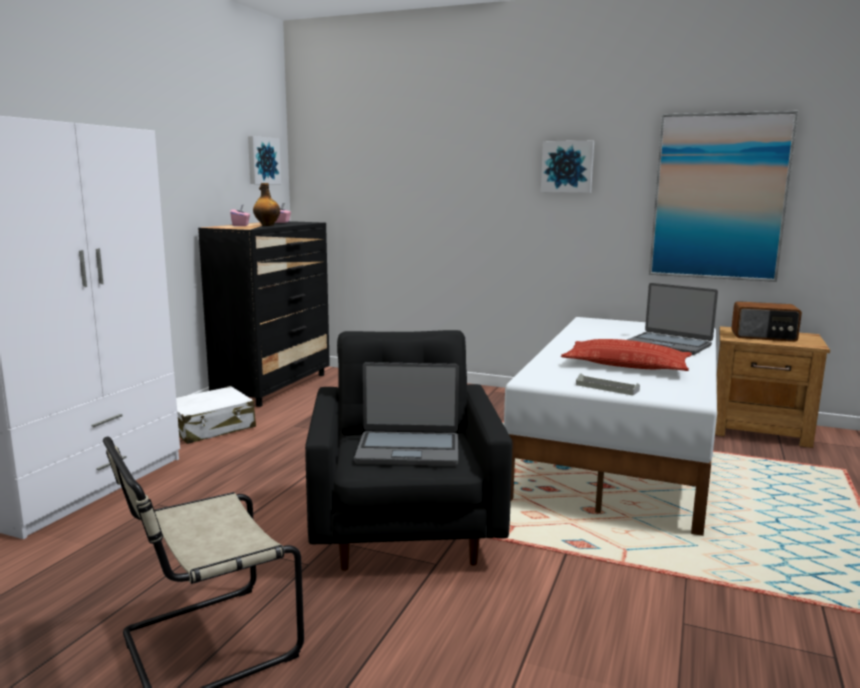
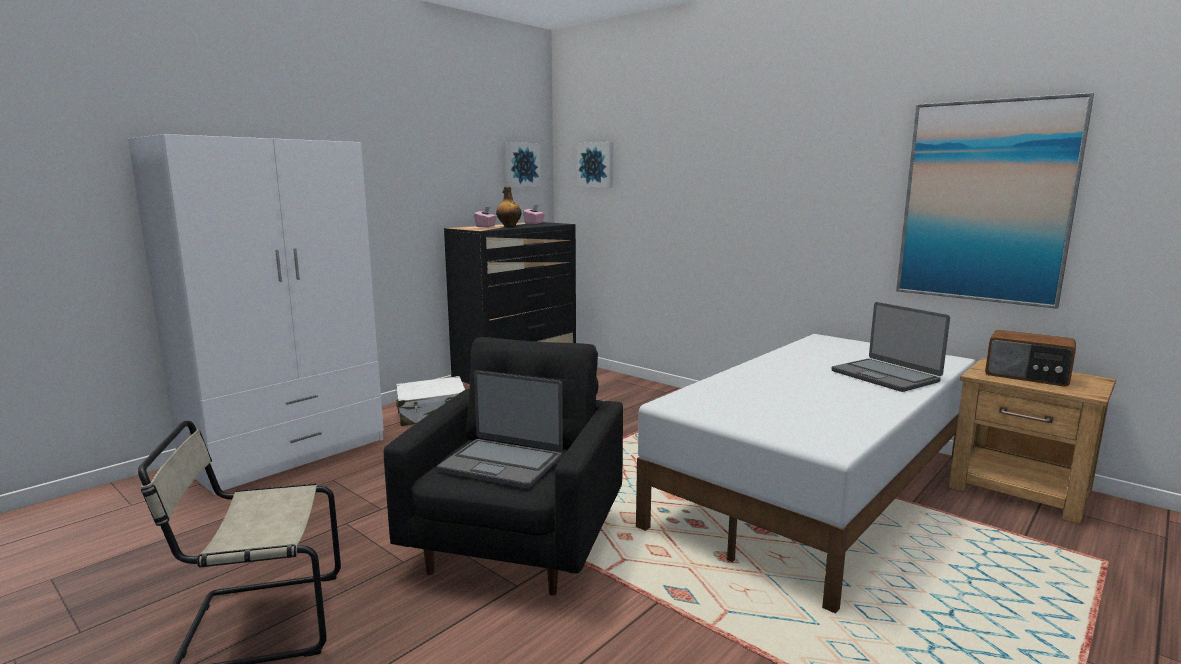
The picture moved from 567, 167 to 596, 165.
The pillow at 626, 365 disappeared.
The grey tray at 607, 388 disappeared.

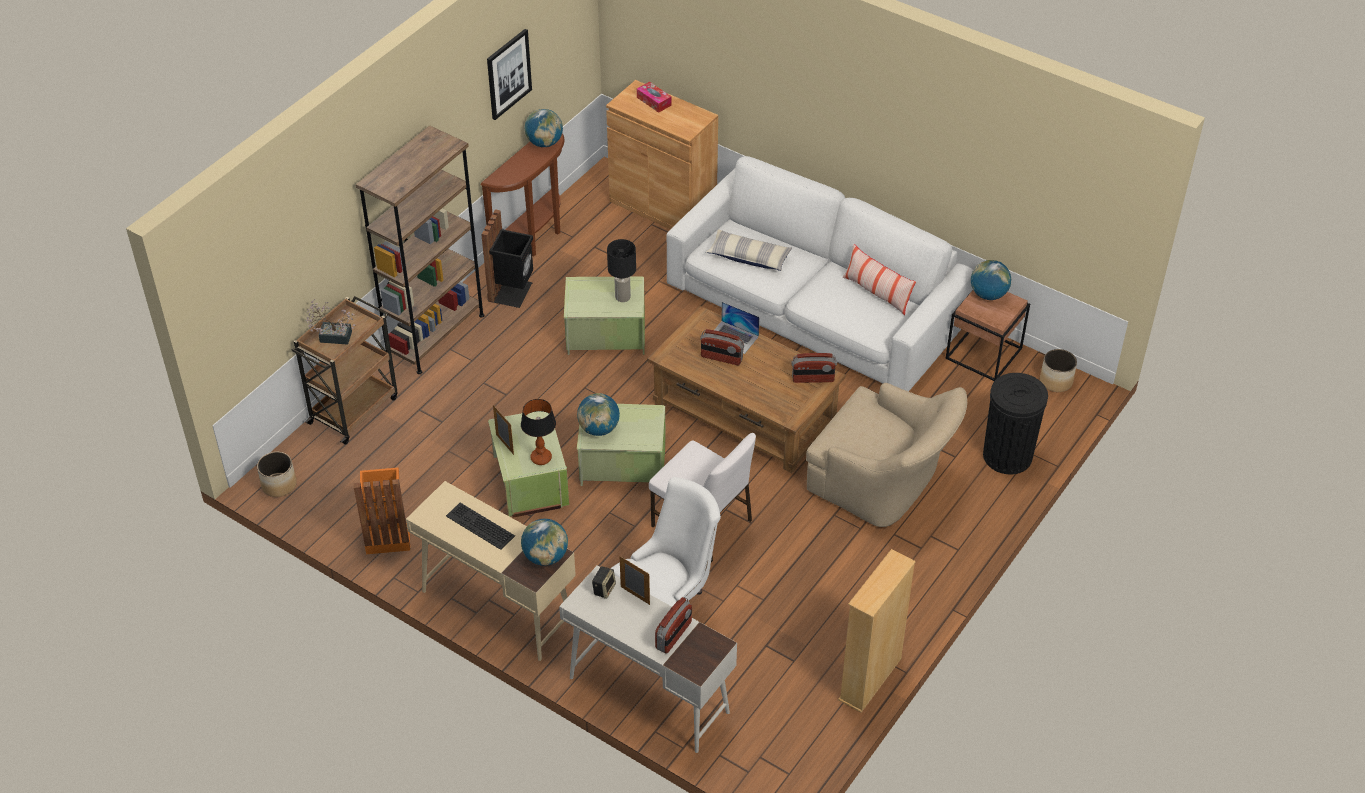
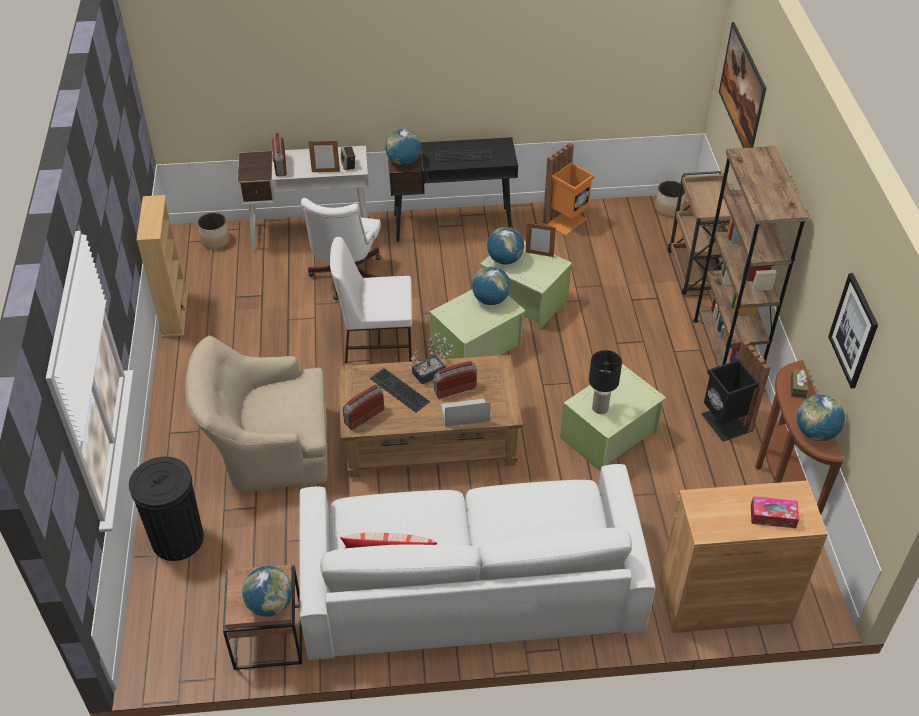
The planter moved from 1055, 381 to 215, 241.
The keyboard at 398, 390 appeared.
The beige desk at 496, 606 became the black desk at 453, 224.
The potted plant moved from 332, 336 to 432, 371.
The table lamp at 540, 458 was replaced by the globe at 505, 260.
The picture at 738, 107 appeared.
The brown tissue box at 798, 387 appeared.
The pillow at 749, 257 disappeared.

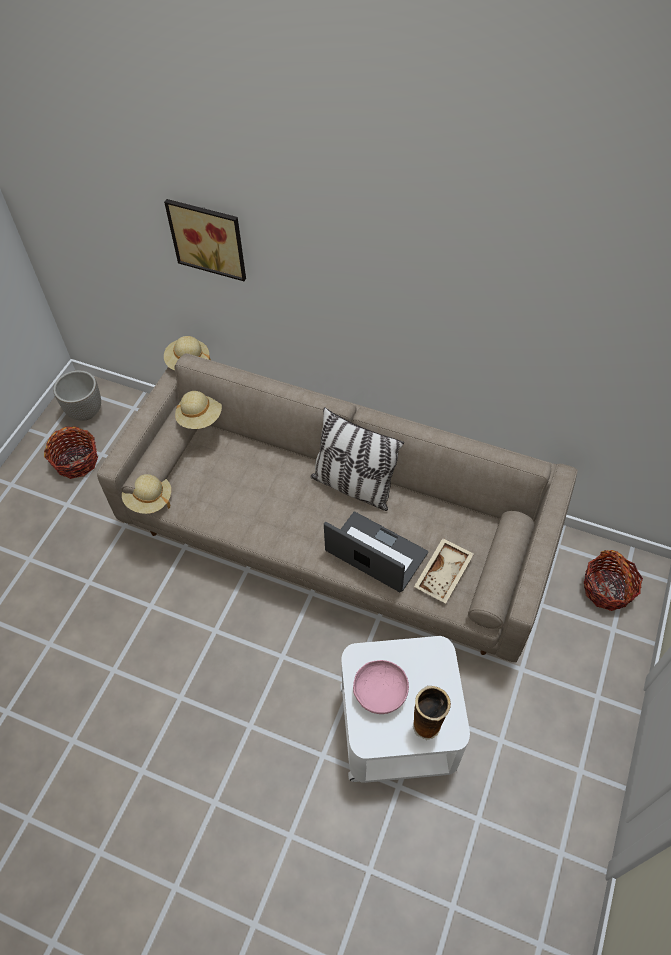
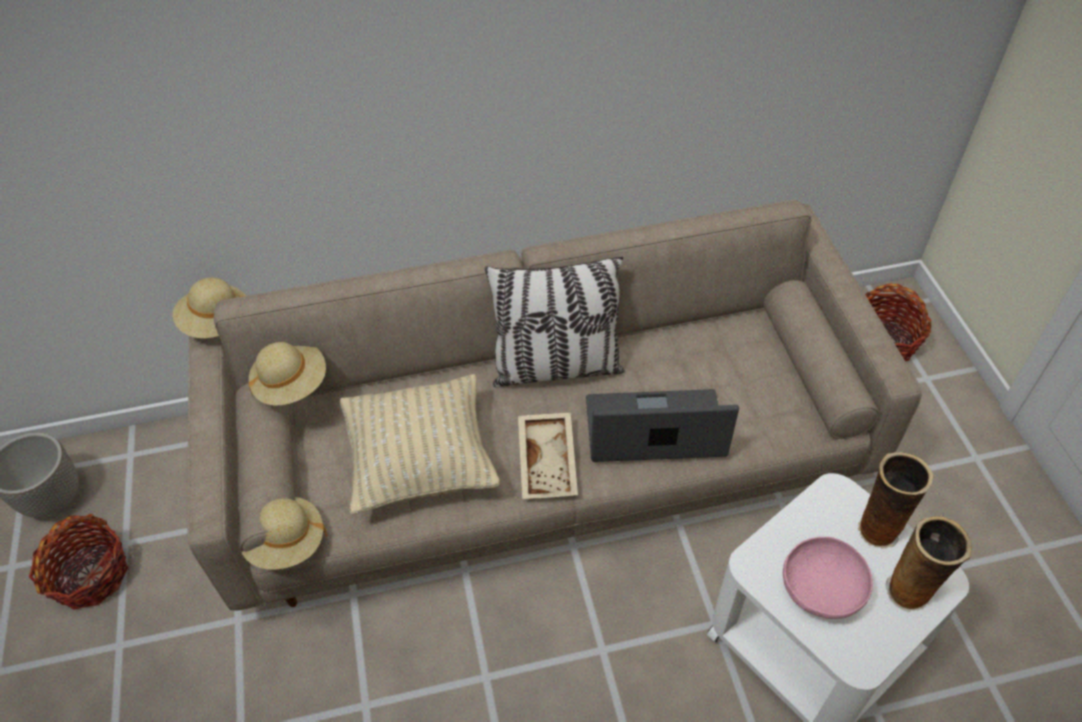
The beige pillow at 421, 463 appeared.
The beige tray moved from 444, 575 to 549, 462.
The vase at 876, 529 appeared.
The picture at 209, 237 disappeared.

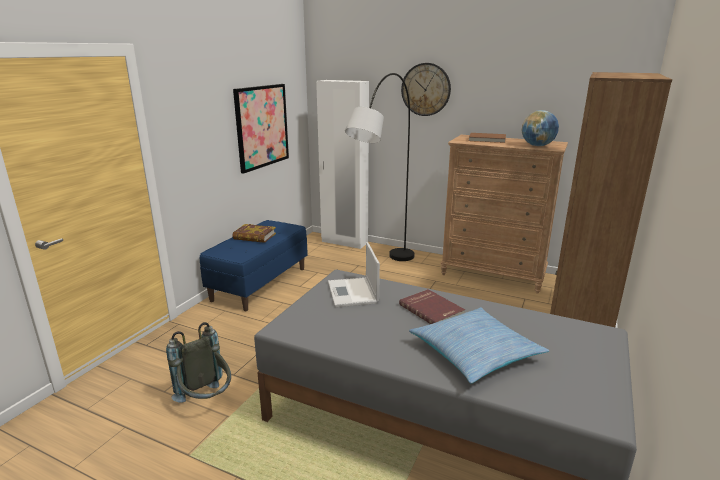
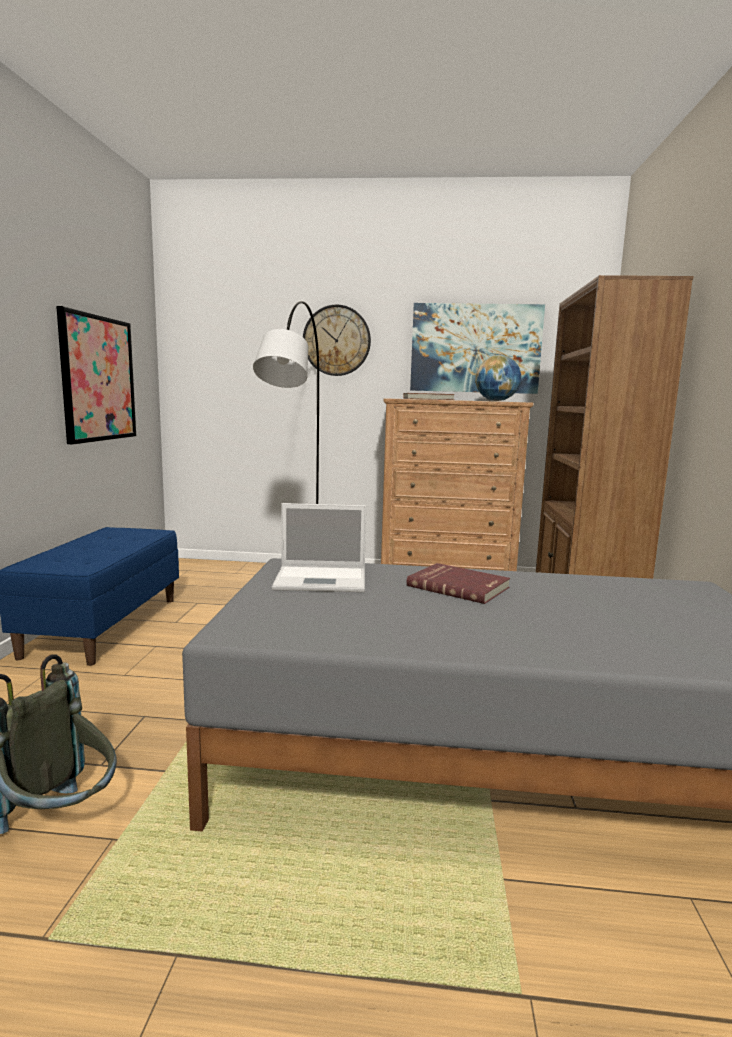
The laptop at 353, 293 turned 60 degrees counterclockwise.
The picture at 475, 348 appeared.
The book at 254, 236 disappeared.
The white wardrobe at 344, 242 disappeared.
The pillow at 475, 353 disappeared.

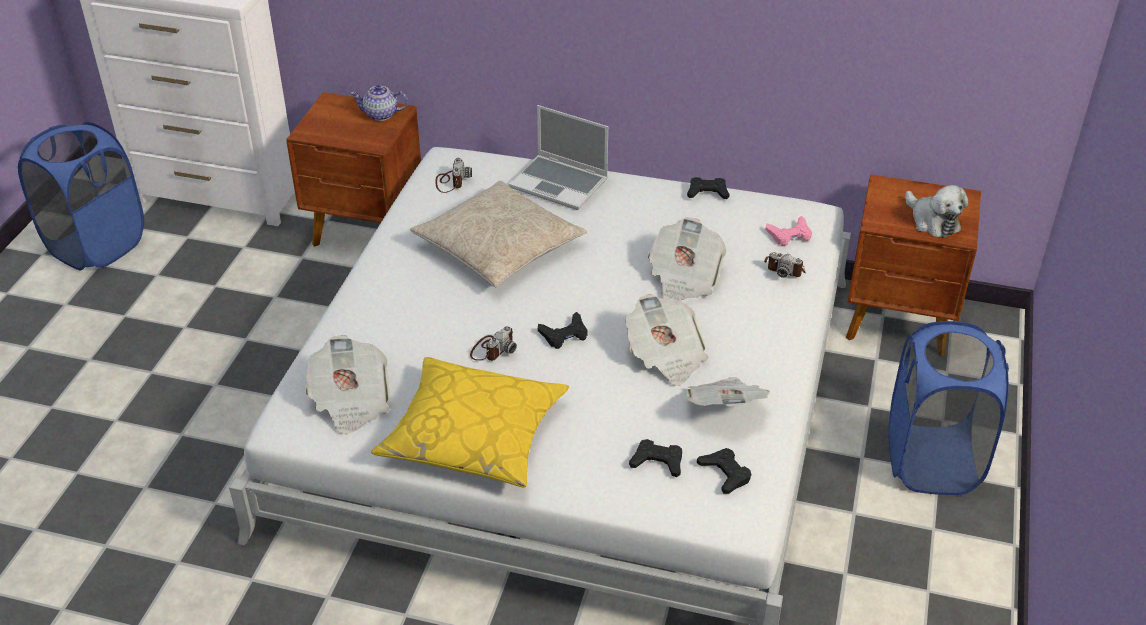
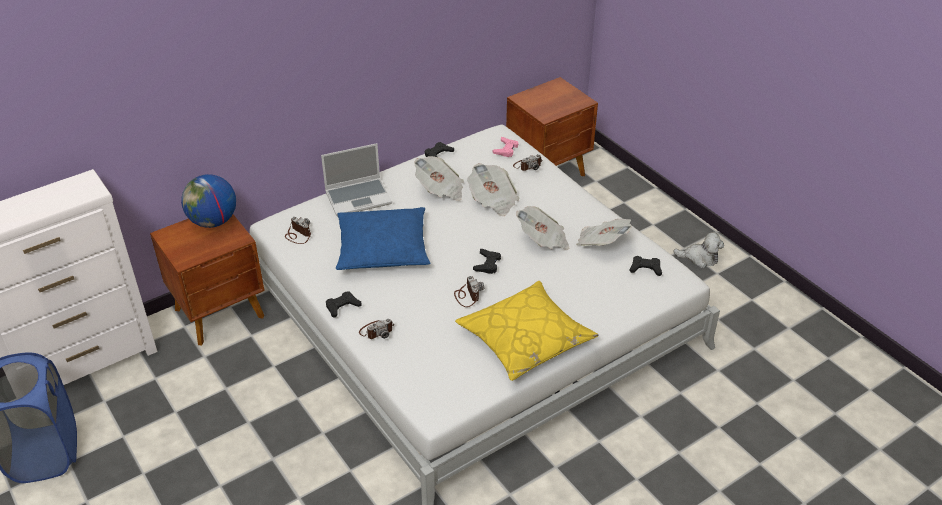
The teapot at 381, 115 was replaced by the globe at 213, 221.
The black game controller moved from 657, 462 to 342, 306.
The beige pillow at 498, 247 became the blue pillow at 382, 248.
The photo camera at 376, 331 appeared.
The newspaper moved from 351, 402 to 440, 190.
The plush toy moved from 932, 221 to 700, 258.
The blue laundry basket at 932, 461 disappeared.

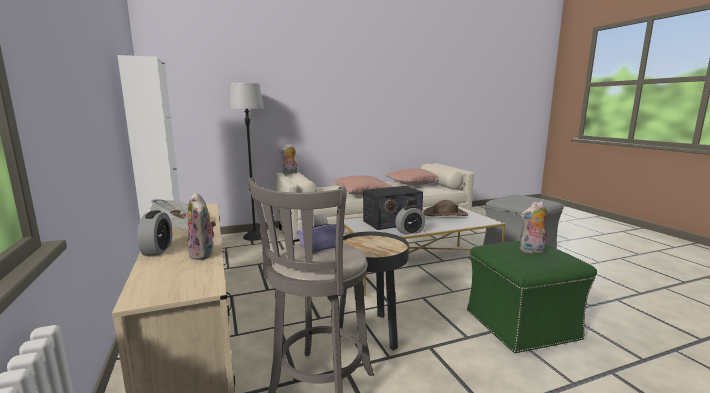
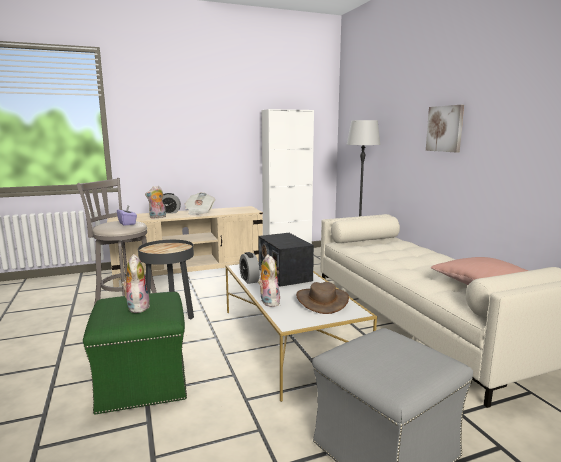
The plush toy moved from 289, 173 to 268, 302.
The picture at 445, 128 appeared.
The pink pillow at 361, 193 disappeared.

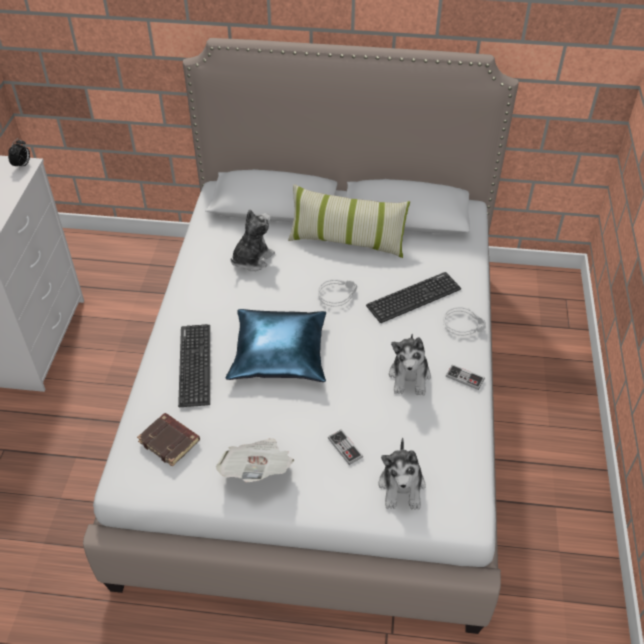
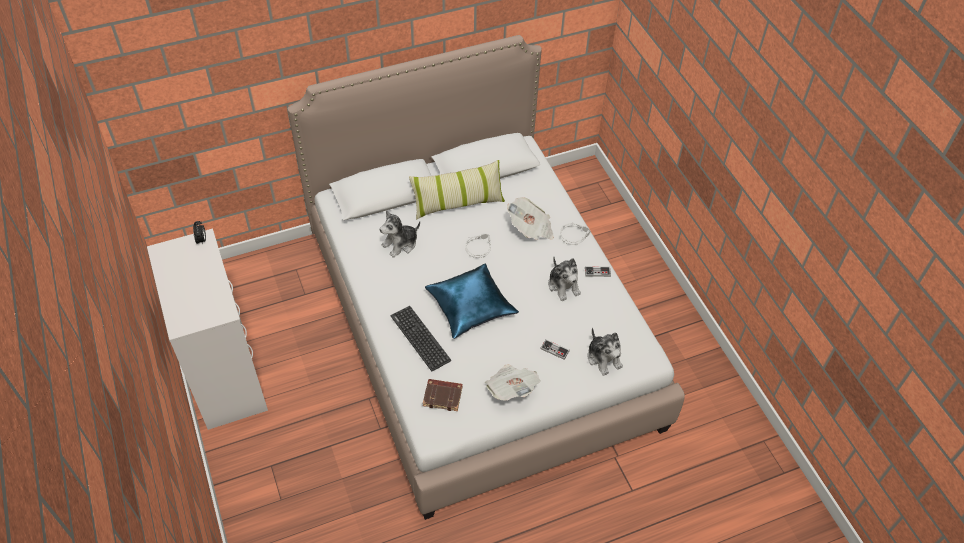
The plush toy at 252, 259 turned 135 degrees counterclockwise.
The keyboard at 413, 297 was replaced by the newspaper at 530, 229.

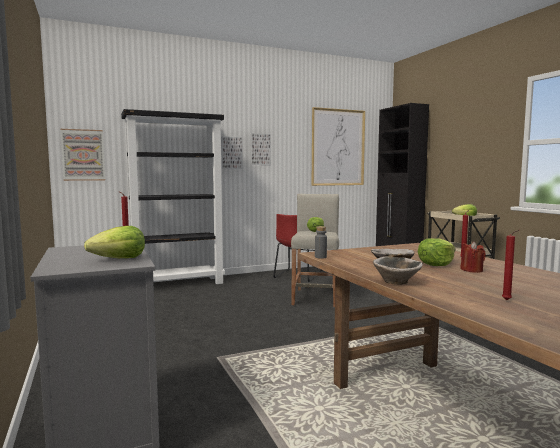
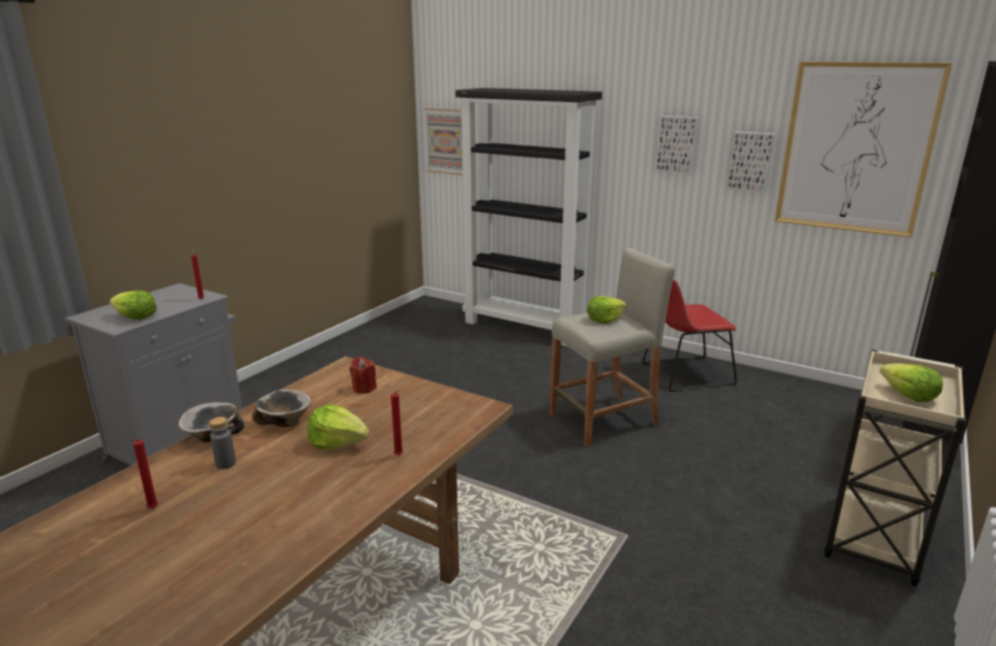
The grey bottle moved from 320, 257 to 225, 464.
The red candle moved from 471, 270 to 364, 388.
The picture moved from 231, 153 to 751, 161.

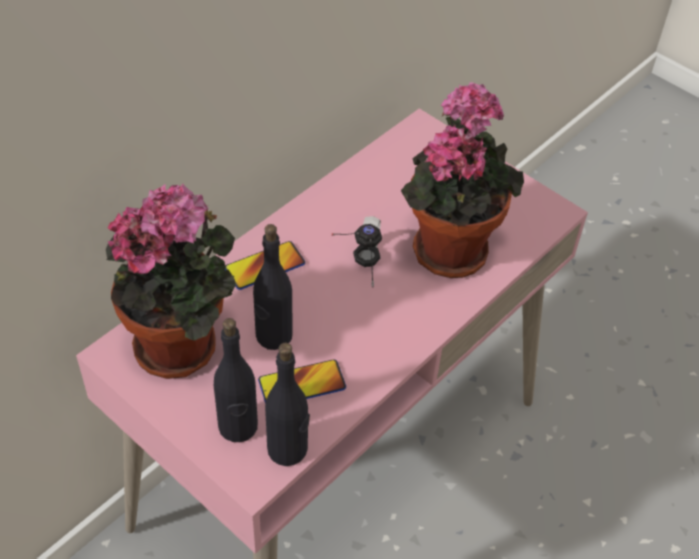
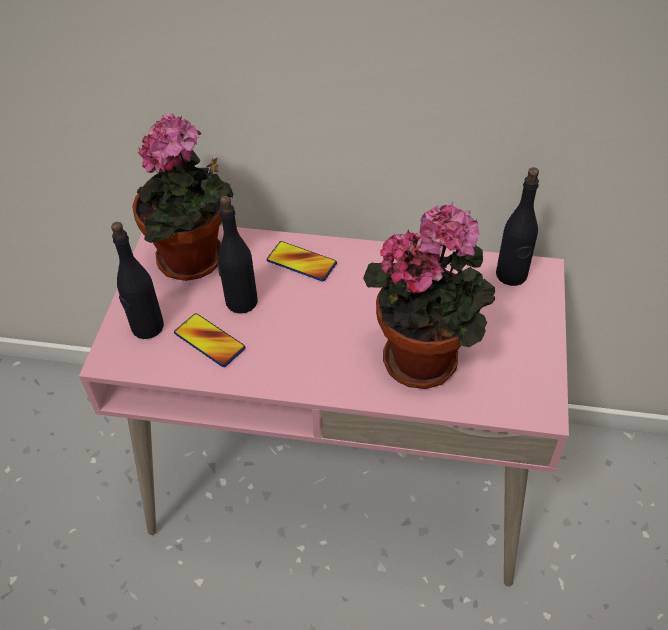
The black bottle moved from 288, 449 to 511, 275.
The headphones at 354, 272 disappeared.

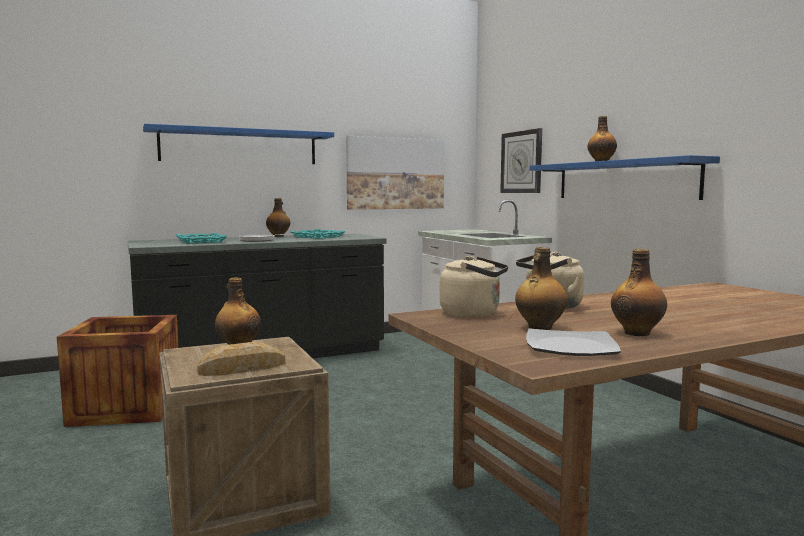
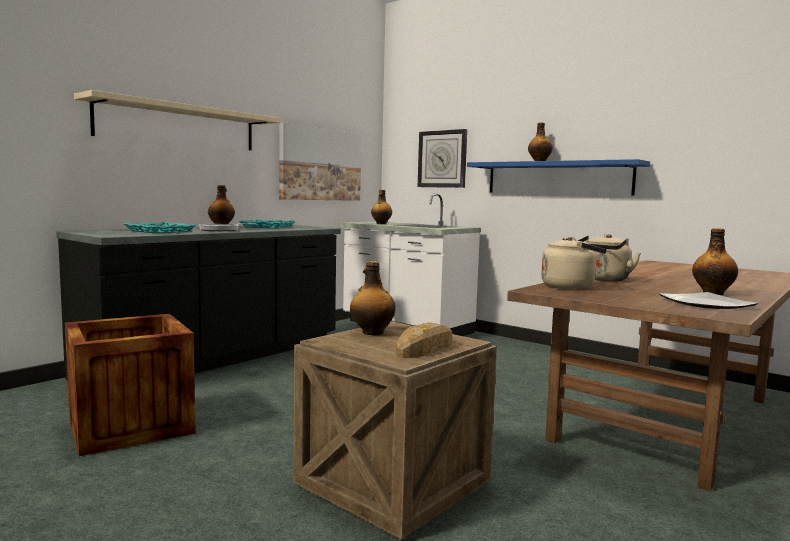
The blue shelf at 240, 147 became the beige shelf at 179, 126.
The bottle moved from 539, 328 to 381, 224.

